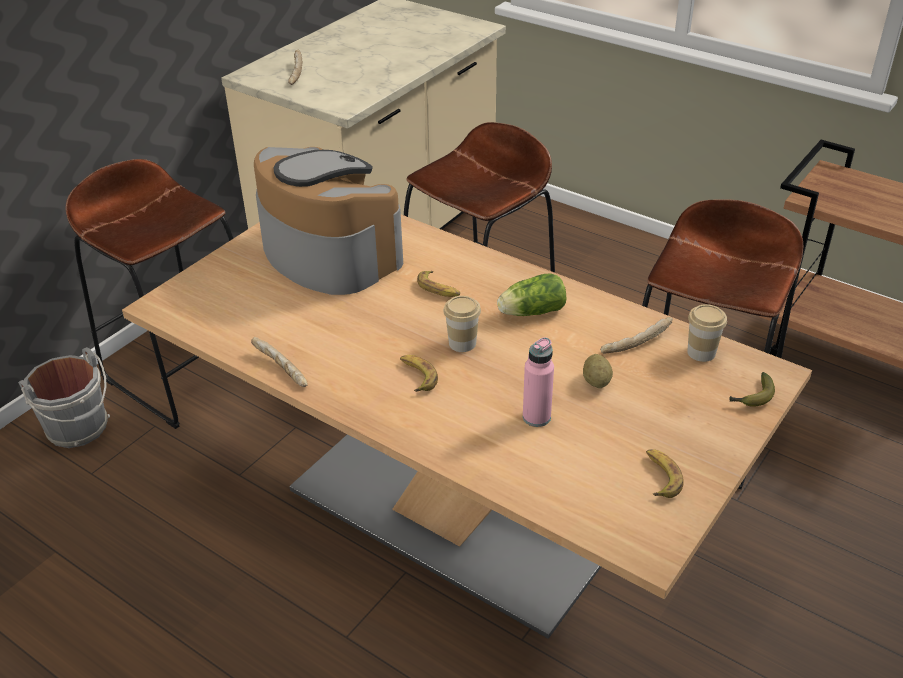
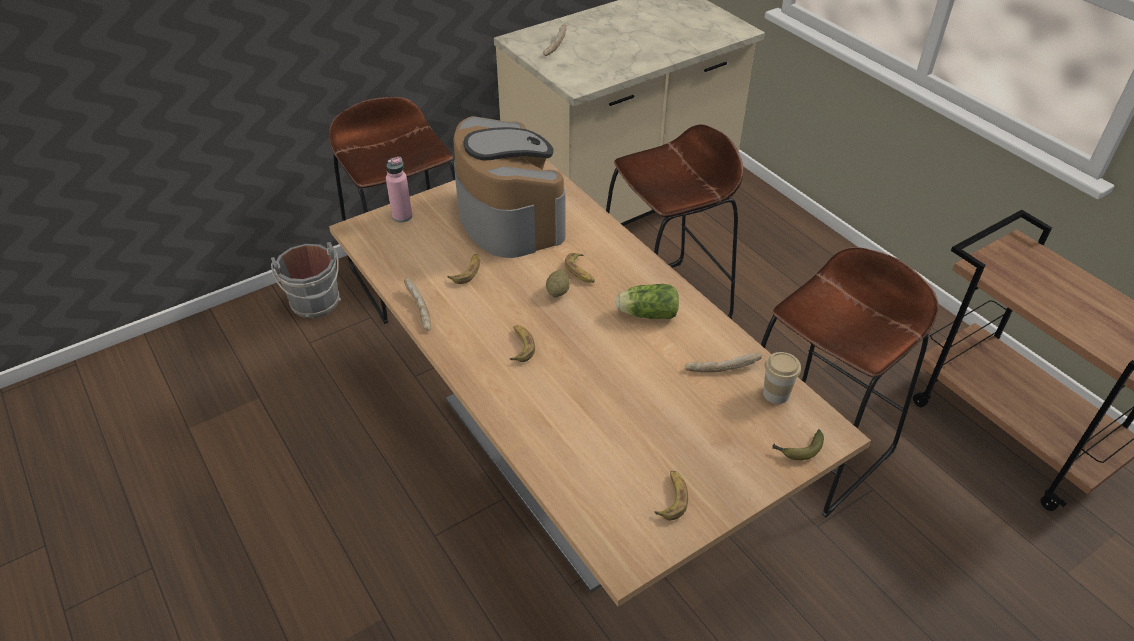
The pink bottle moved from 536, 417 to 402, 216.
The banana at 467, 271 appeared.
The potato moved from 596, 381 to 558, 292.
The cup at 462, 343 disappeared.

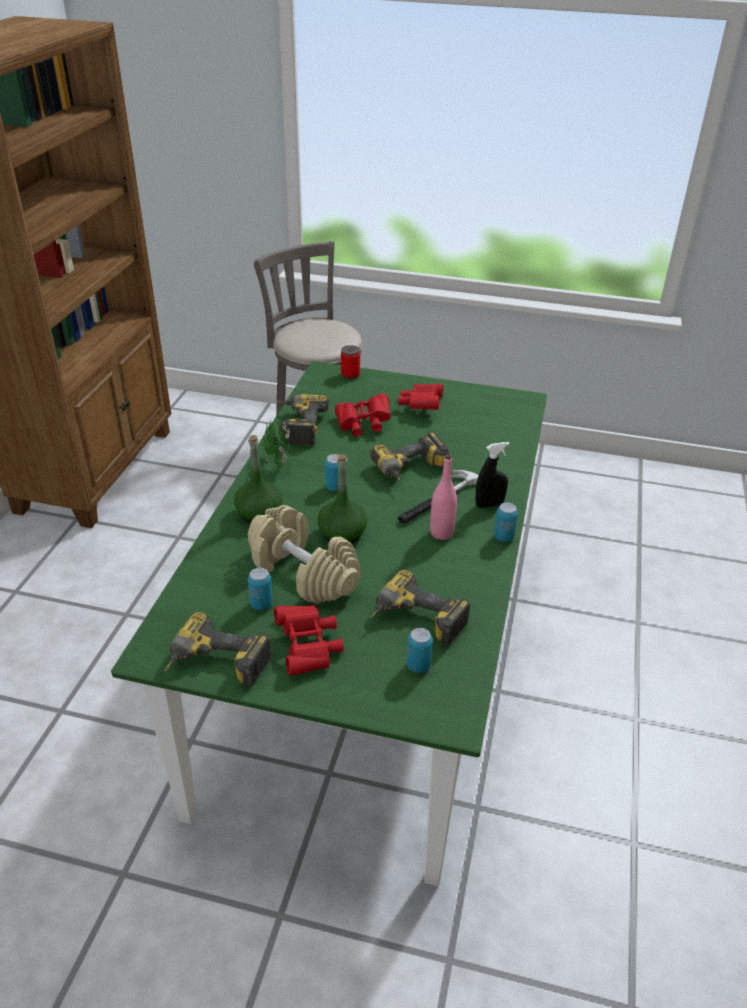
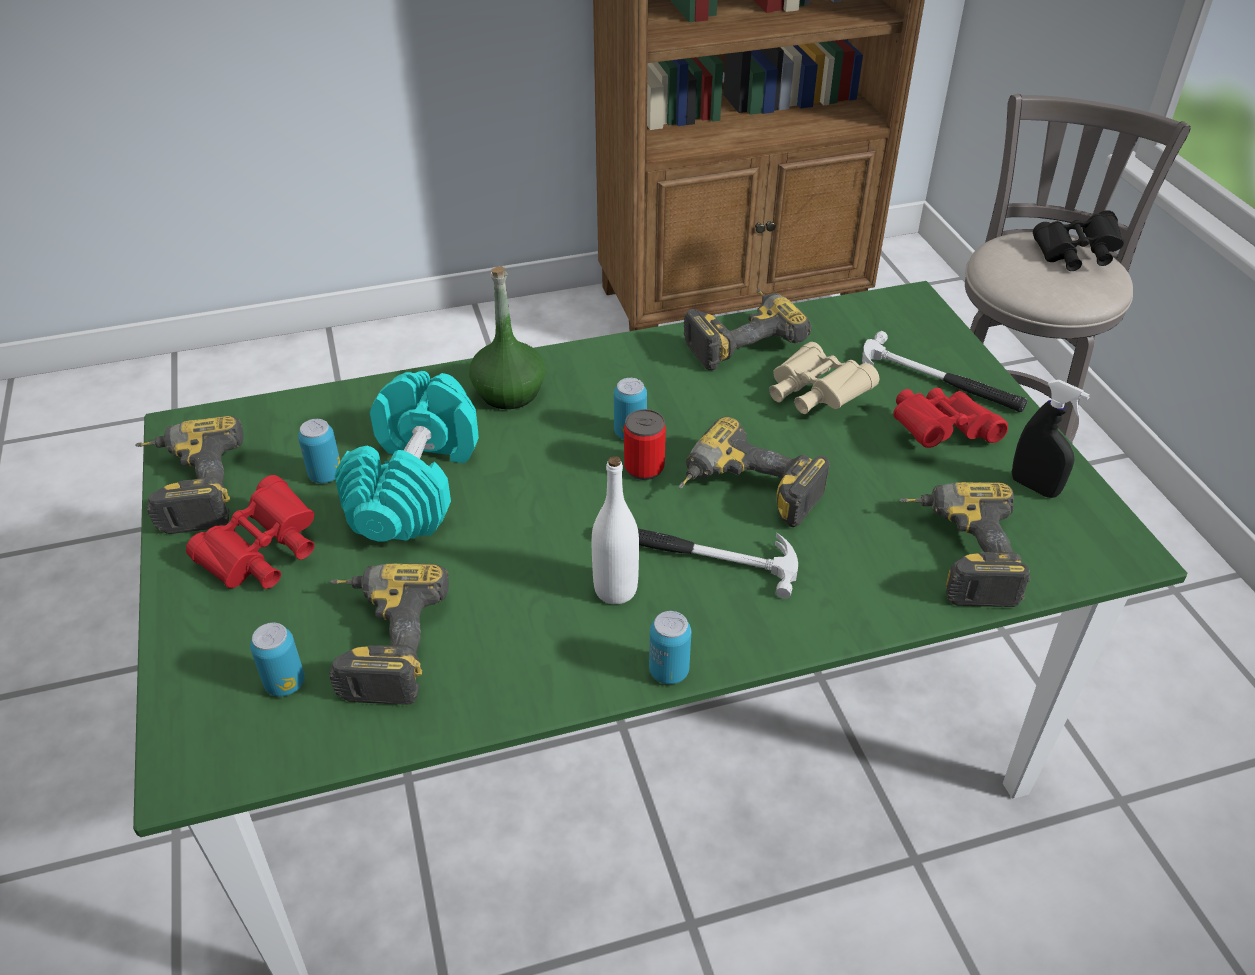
The beige dumbbell at 302, 572 became the turquoise dumbbell at 413, 484.
The pink bottle at 441, 533 became the white bottle at 615, 590.
The can moved from 350, 375 to 644, 468.
The red binoculars at 363, 425 became the beige binoculars at 814, 396.
The hammer at 939, 381 appeared.
The power drill at 956, 555 appeared.
The black spray bottle moved from 489, 504 to 1034, 487.
The black binoculars at 1075, 256 appeared.
The potted plant at 277, 462 disappeared.
The green bottle at 342, 534 disappeared.

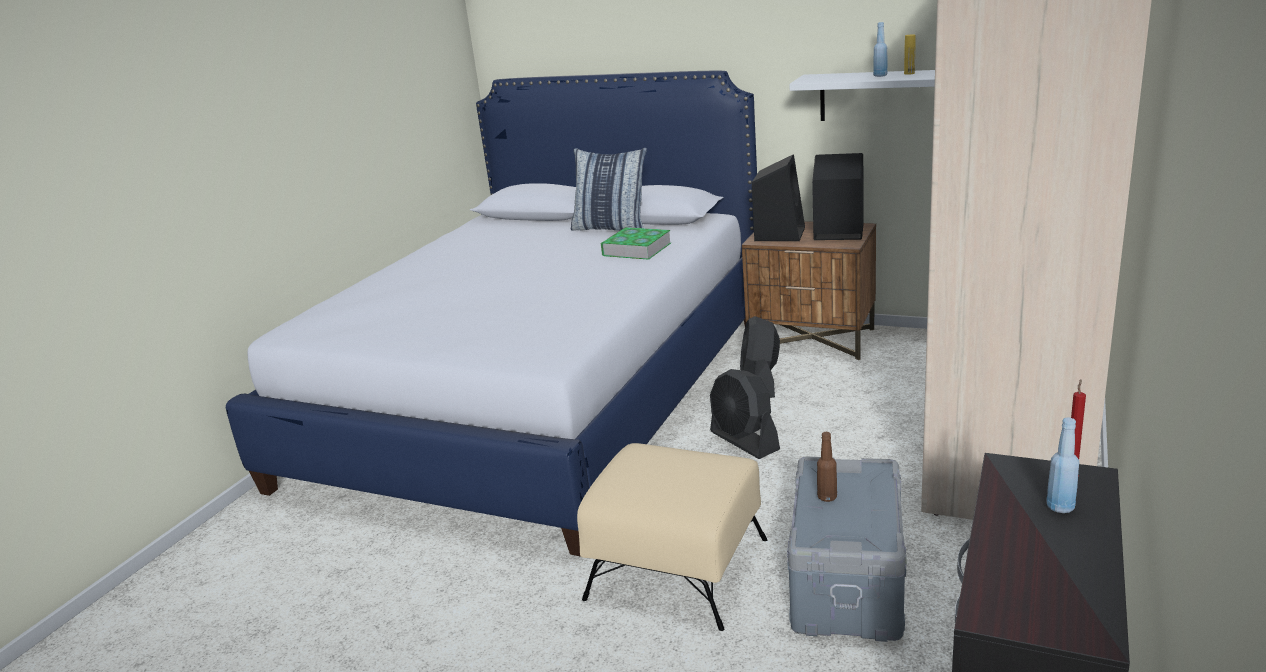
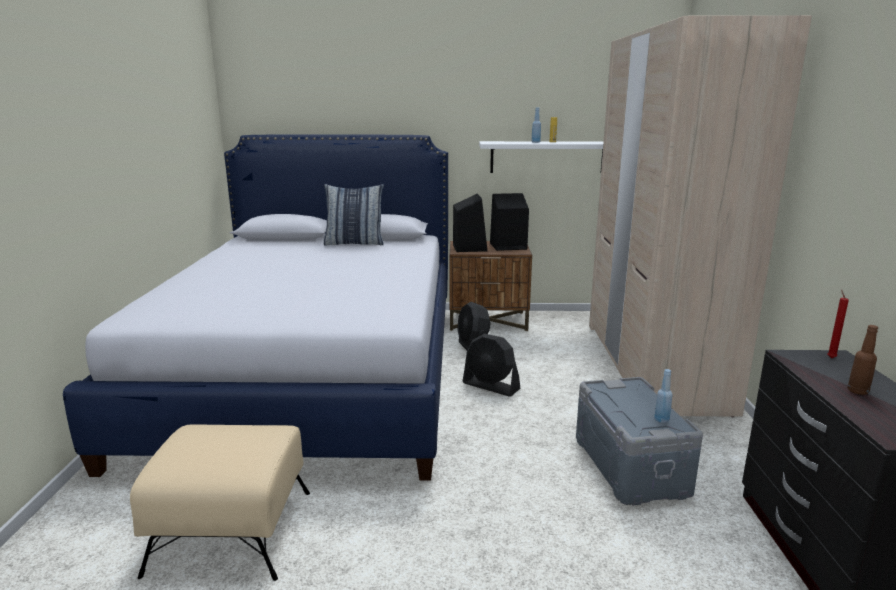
The beige ottoman moved from 678, 569 to 233, 531.
The blue bottle moved from 1060, 507 to 661, 420.
The brown bottle moved from 827, 497 to 857, 391.
The book at 636, 249 disappeared.

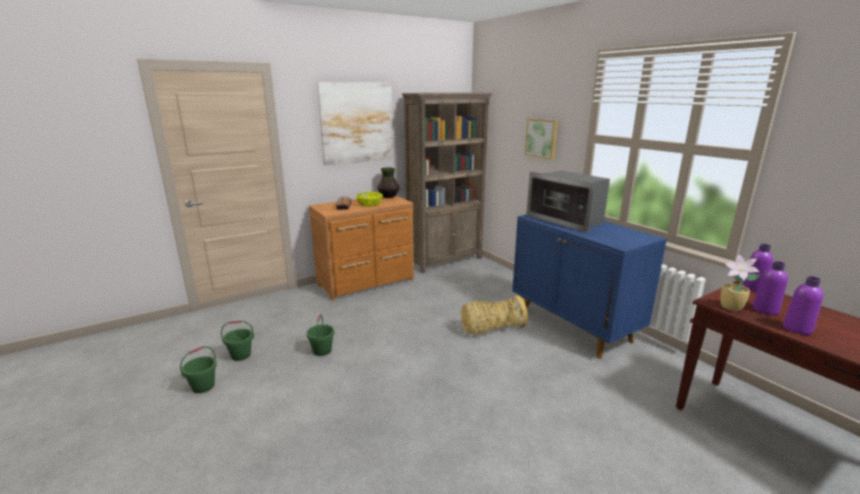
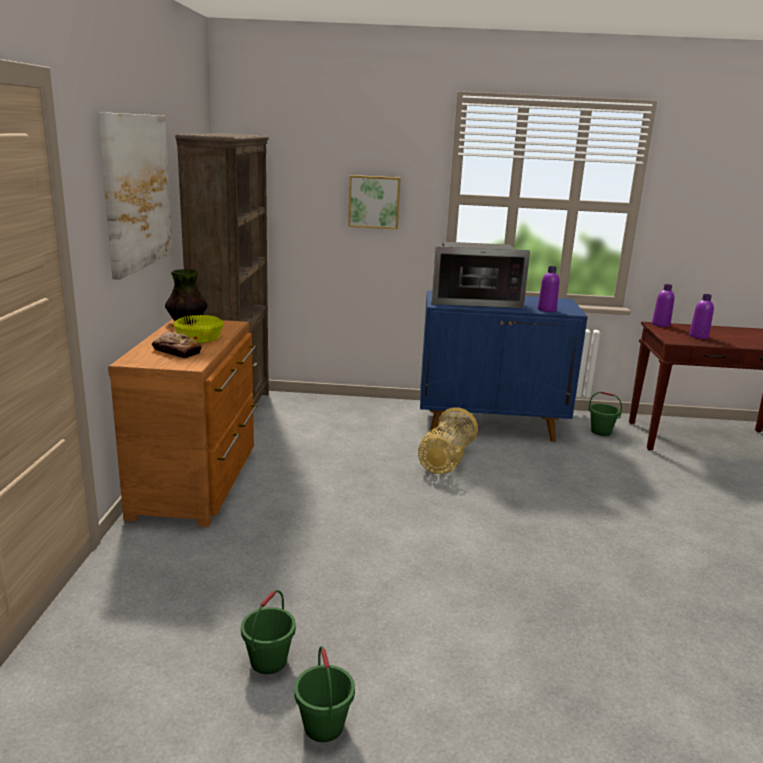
The purple bottle moved from 797, 329 to 547, 310.
The green bucket moved from 322, 351 to 601, 431.
The potted plant at 732, 308 disappeared.

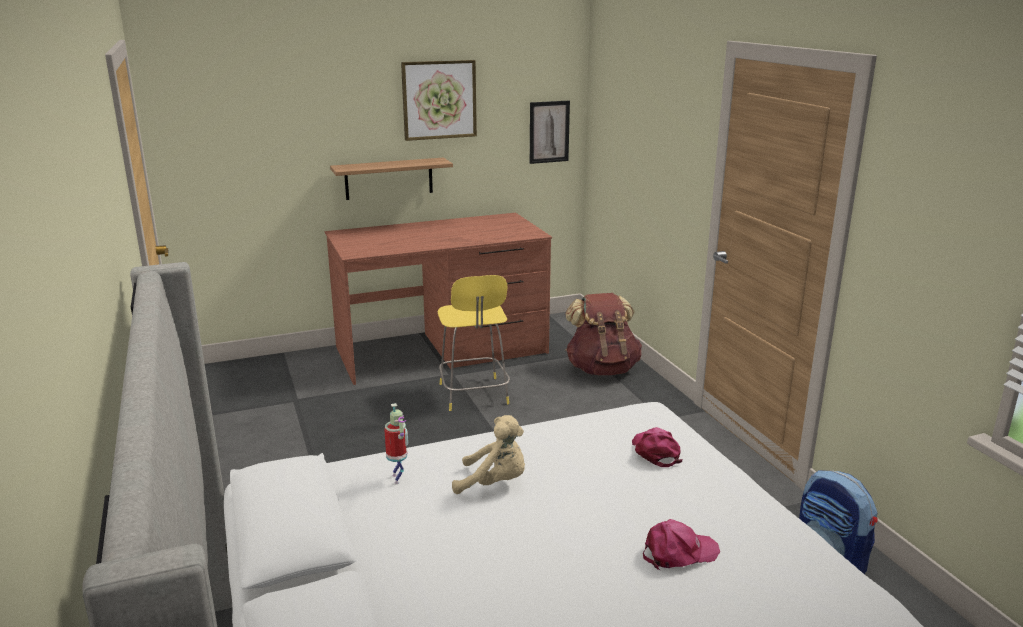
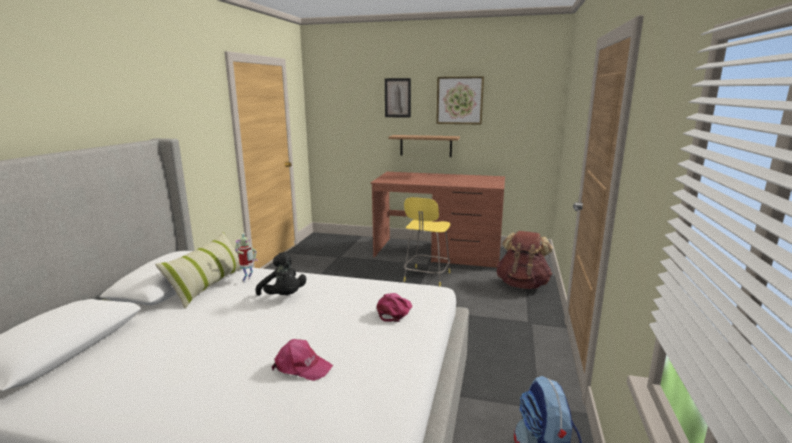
The pillow at 209, 285 appeared.
The beige plush toy at 494, 483 became the black plush toy at 283, 297.
The picture moved from 549, 132 to 397, 98.

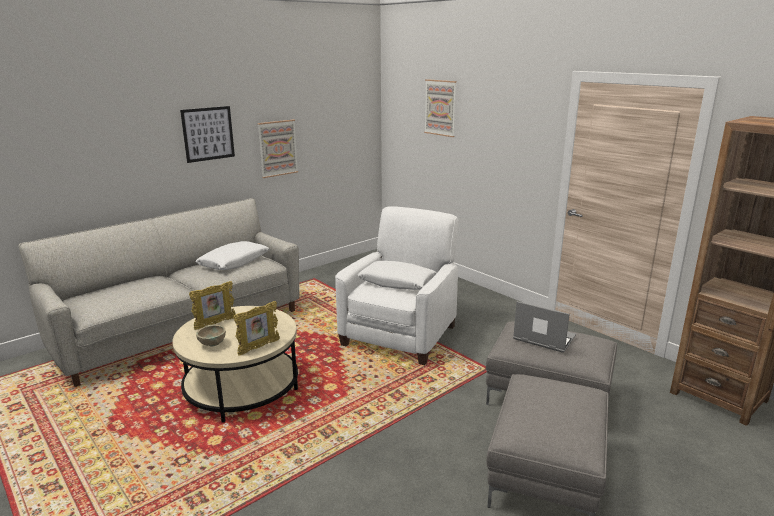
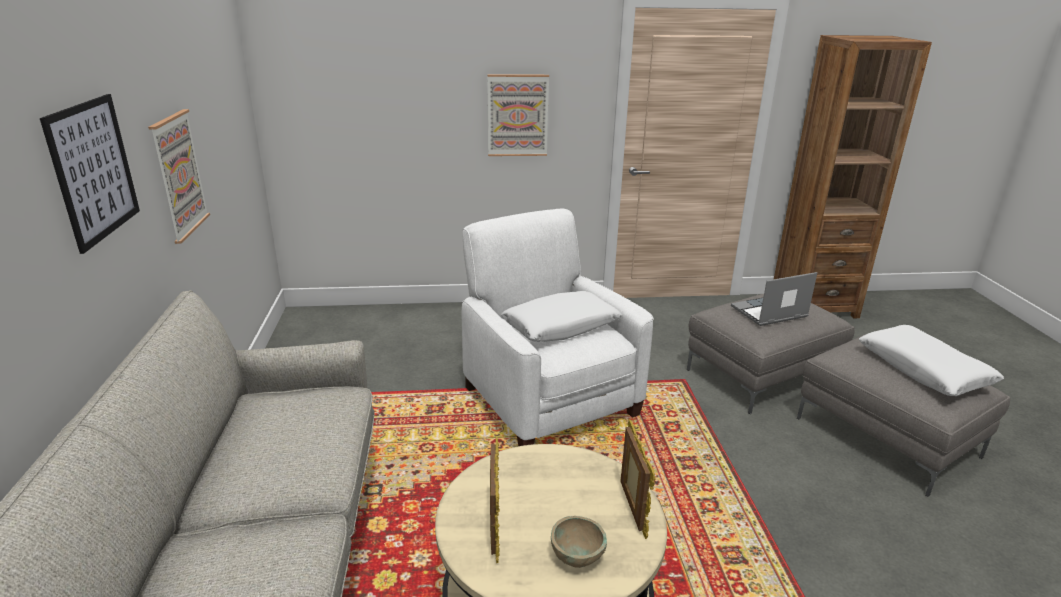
The picture moved from 440, 107 to 517, 115.
The white pillow moved from 234, 262 to 924, 369.

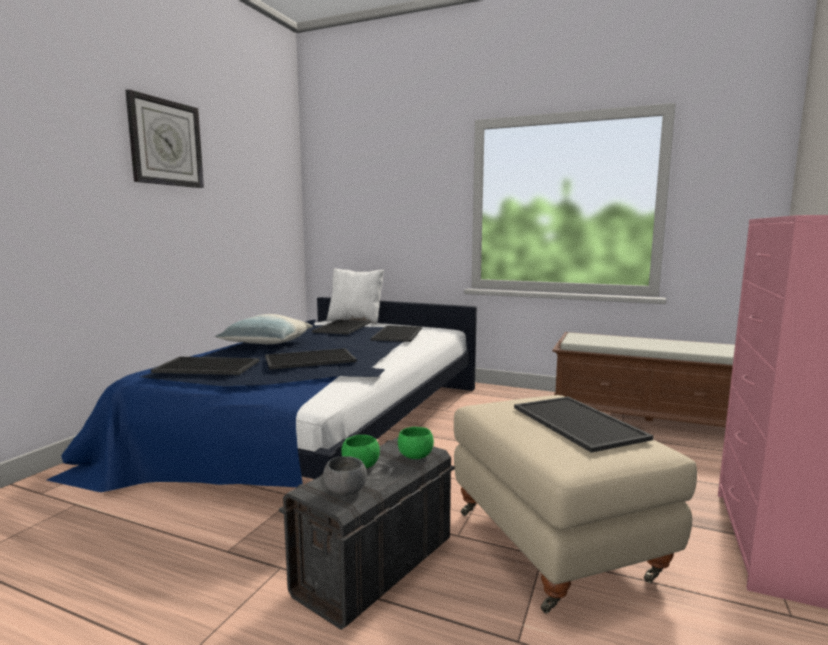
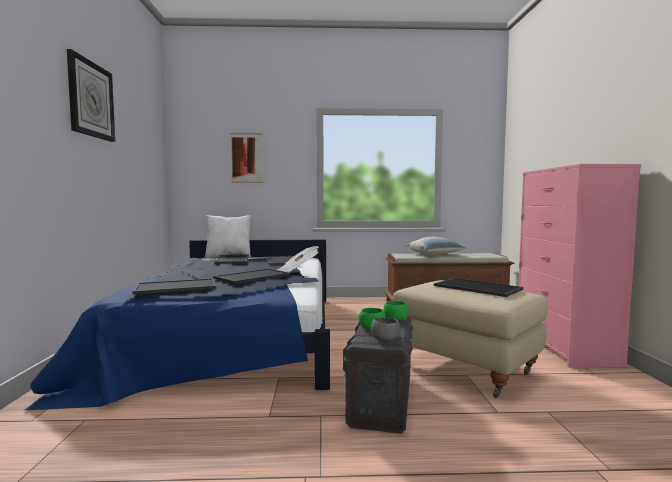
The picture at 246, 158 appeared.
The newspaper at 297, 271 appeared.
The pillow moved from 266, 344 to 435, 255.

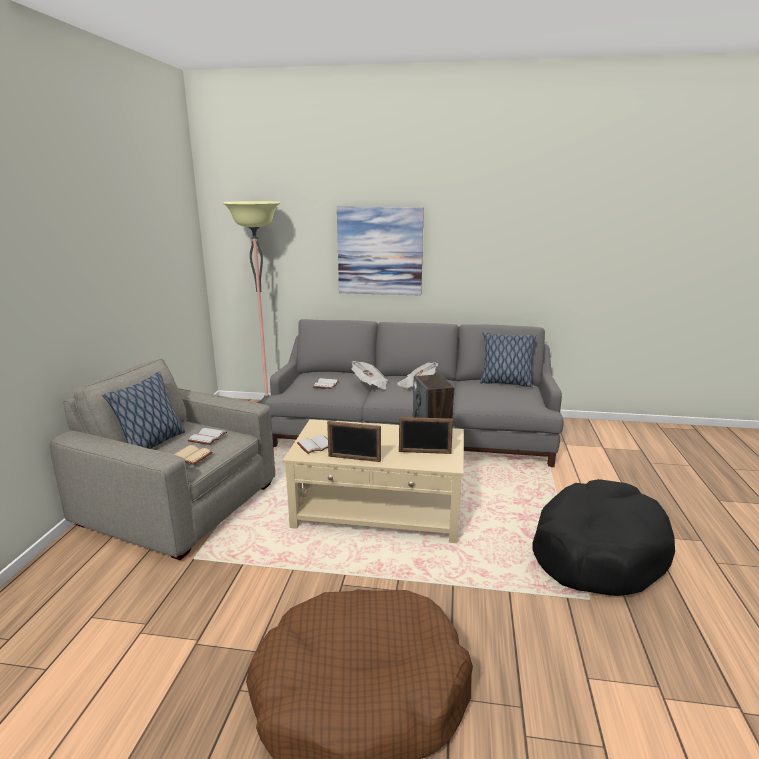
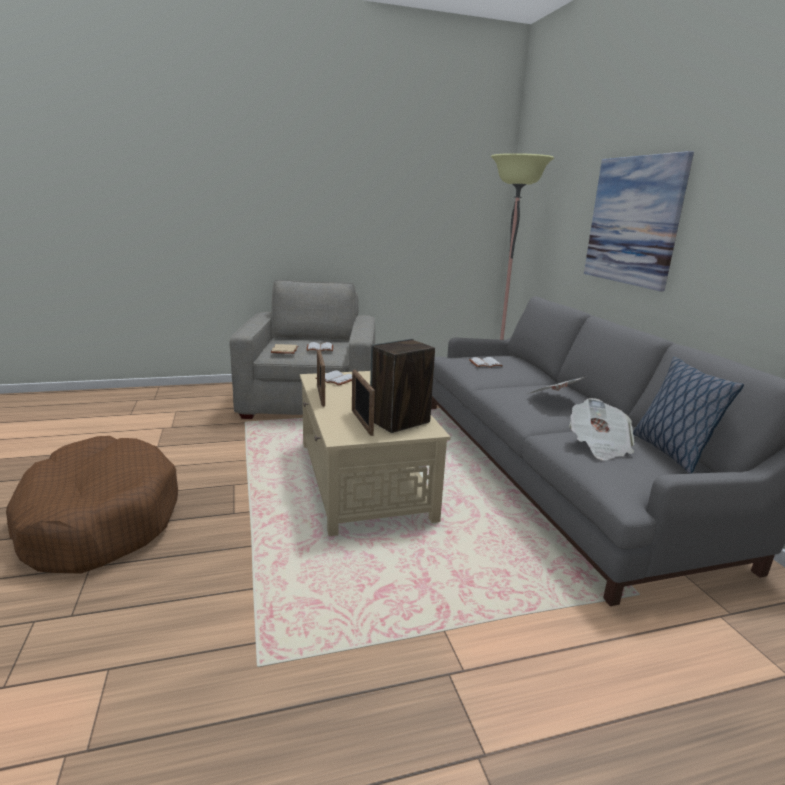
The newspaper moved from 370, 384 to 599, 445.
The pillow at 152, 444 disappeared.
The black dog bed at 597, 551 disappeared.

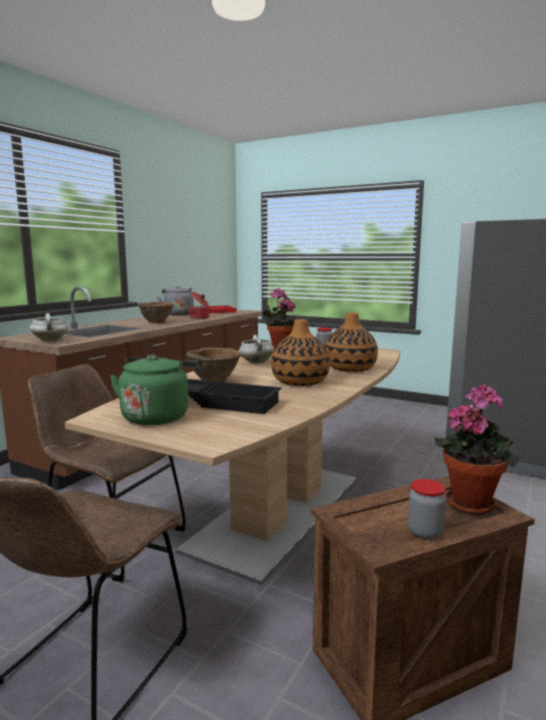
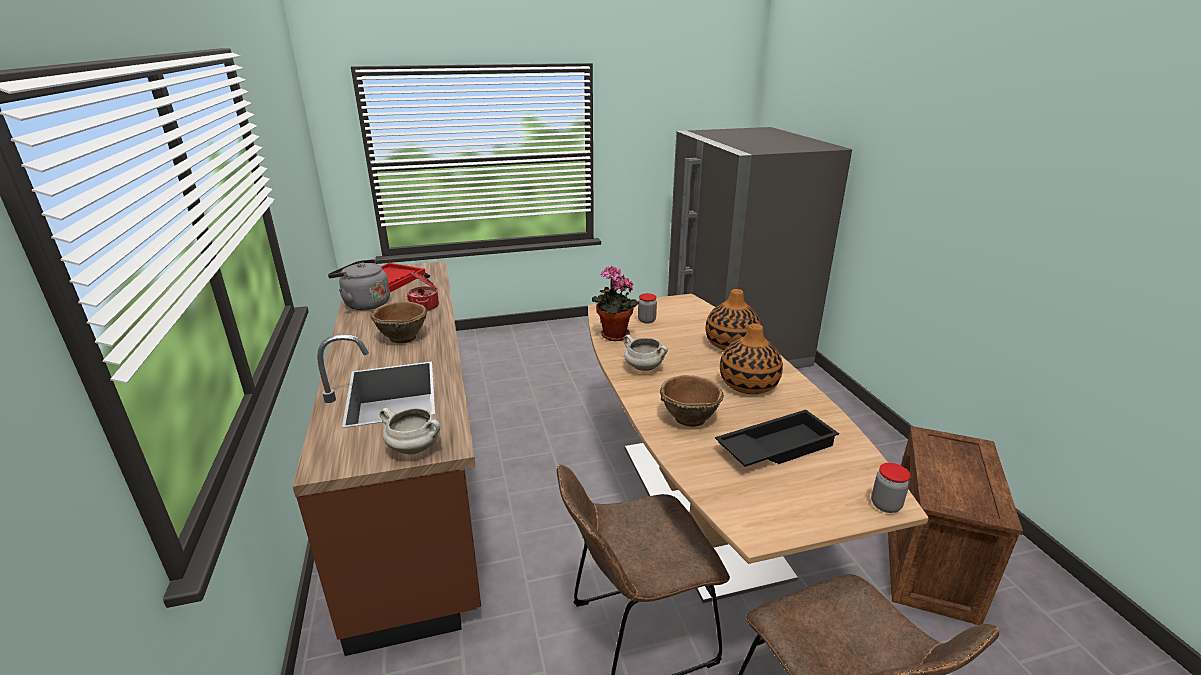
The jar moved from 425, 532 to 885, 505.
The green kettle at 156, 416 disappeared.
The potted plant at 472, 502 disappeared.

